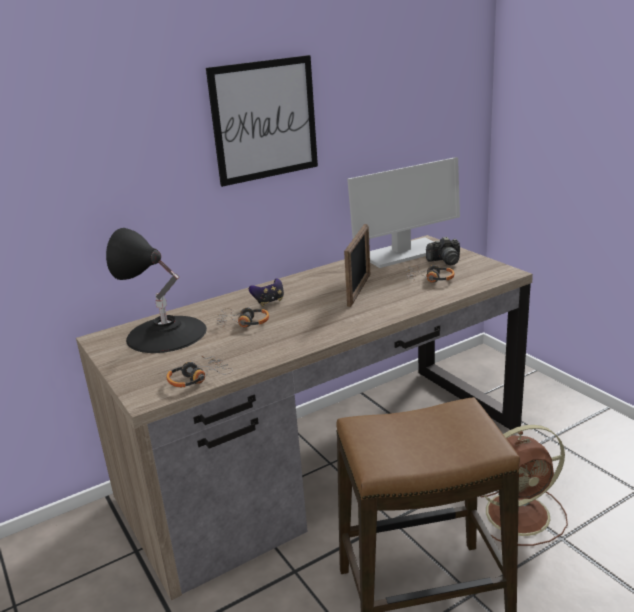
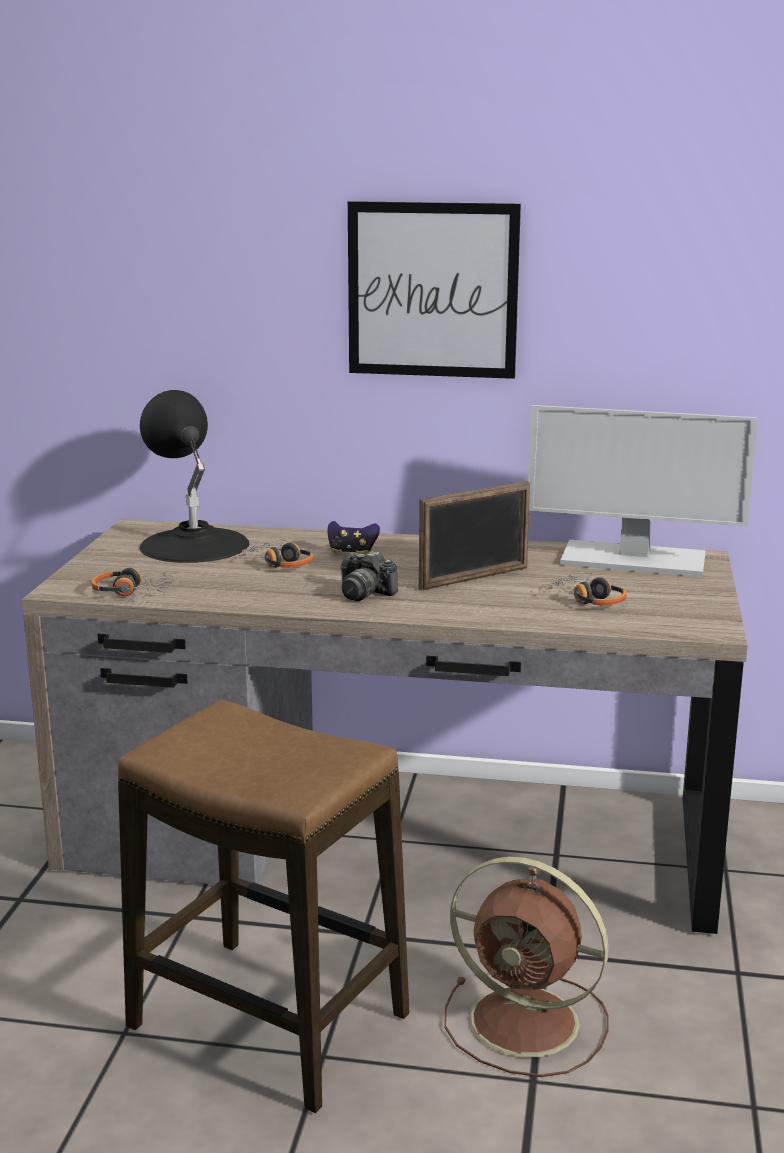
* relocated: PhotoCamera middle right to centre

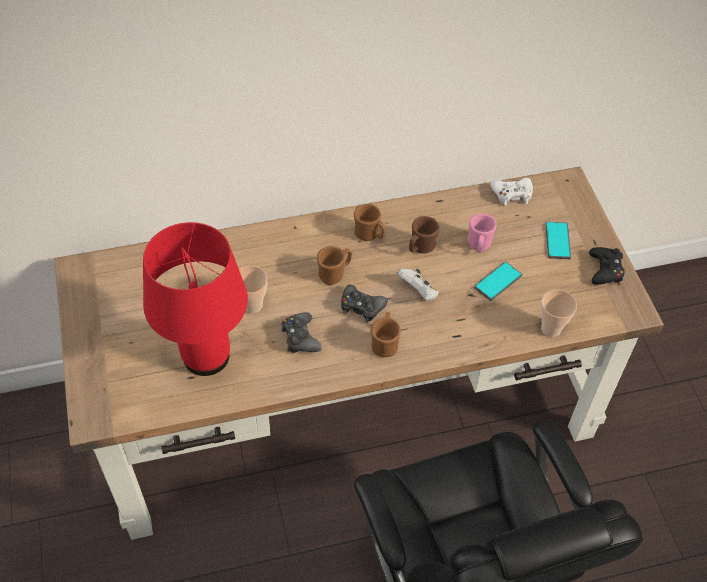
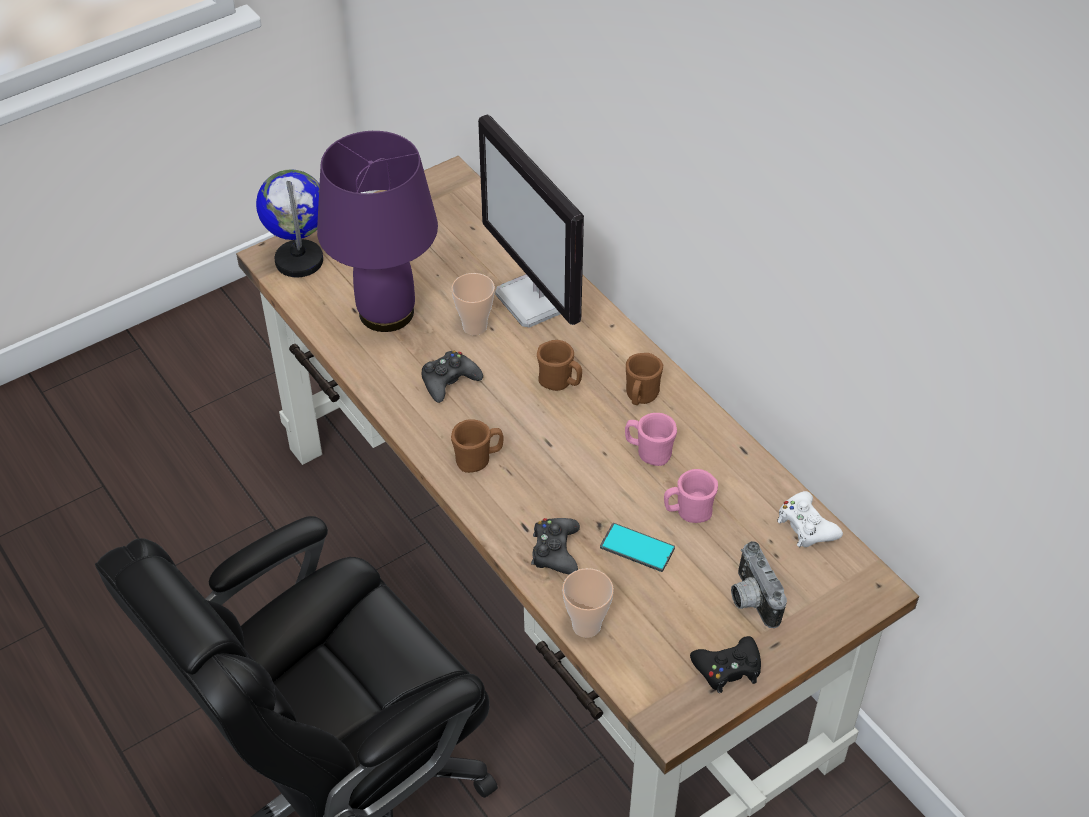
* appeared: Globe top left
* colour: RedTableLamp middle left to PurpleTableLamp top centre
* appeared: Monitor top centre
* relocated: BlackGameController (no. 2 from left) centre to bottom centre
* colour: BrownMug (no. 4 from left) centre to PinkMug (no. 1 from left) centre
* exchanged: Phone (no. 2 from left) middle right to PhotoCamera bottom right
* missing: WhiteGameController (no. 1 from left) centre

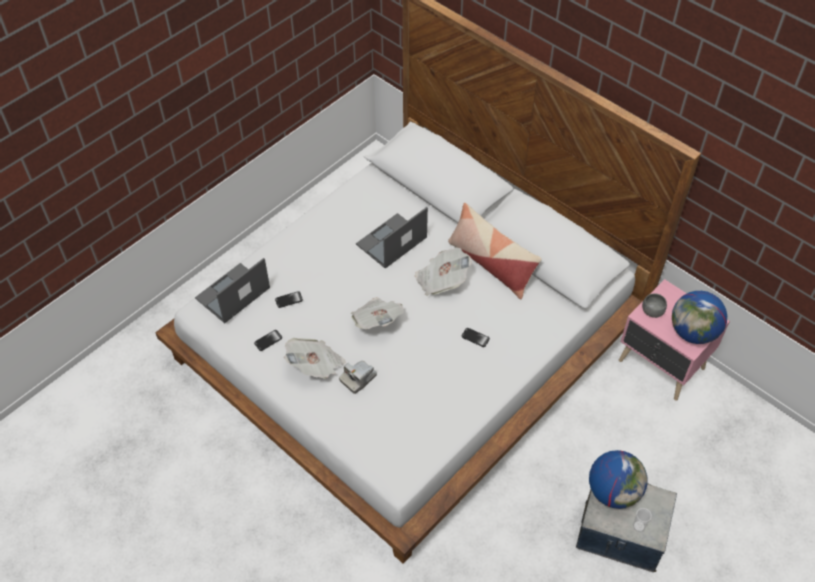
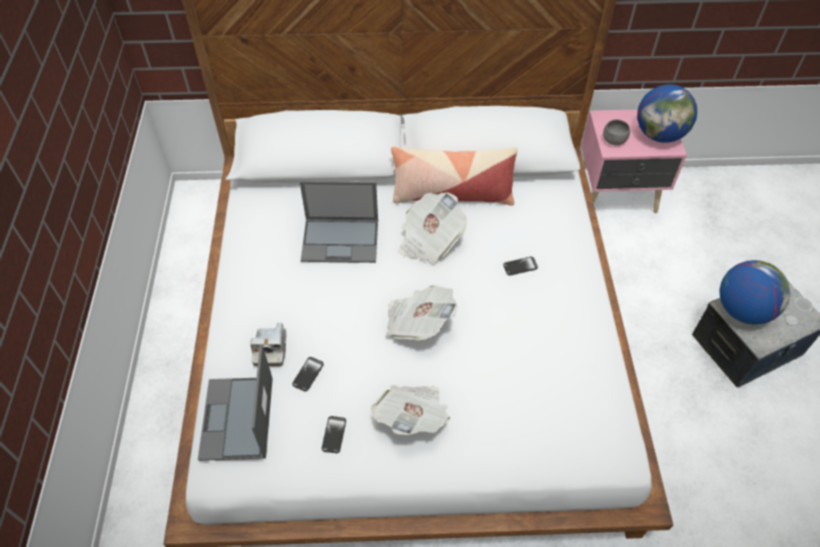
* relocated: PhotoCamera centre to middle left
* spun: Laptop (no. 2 from left) centre = centre 90 degrees counterclockwise

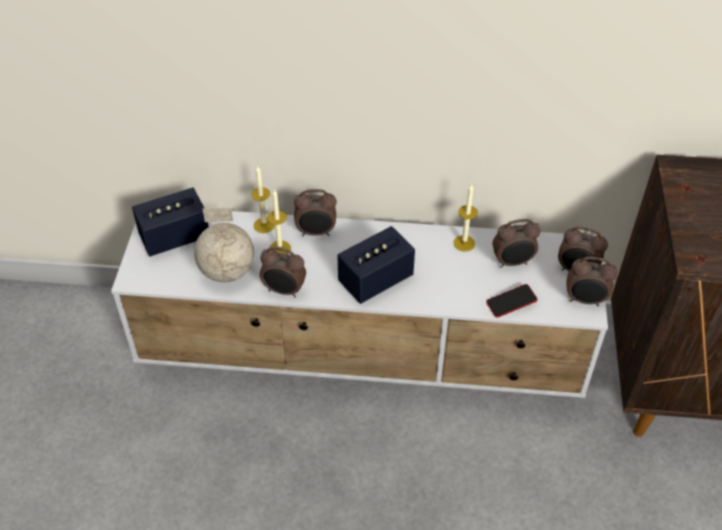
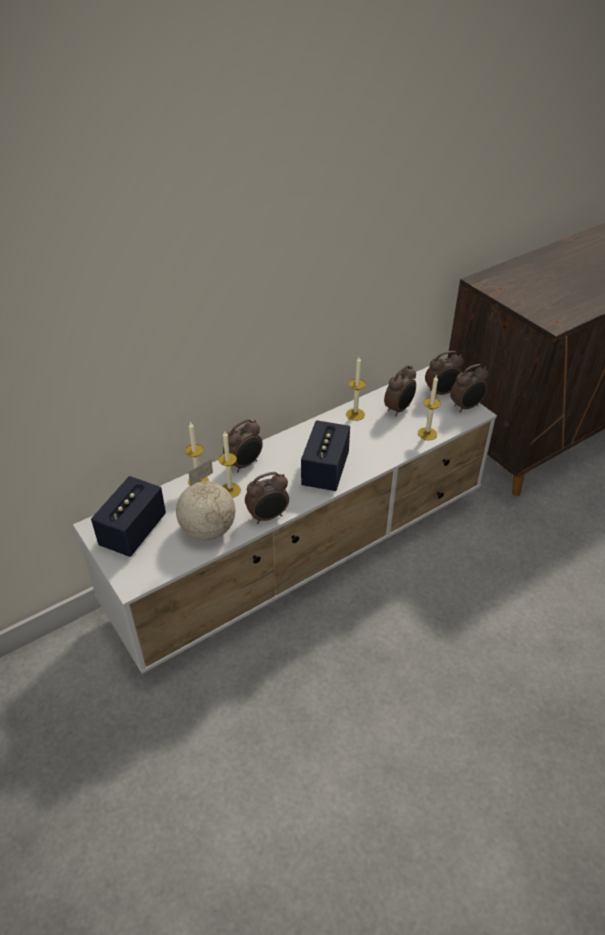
* exchanged: Phone middle right to Candle (no. 4 from left) middle right

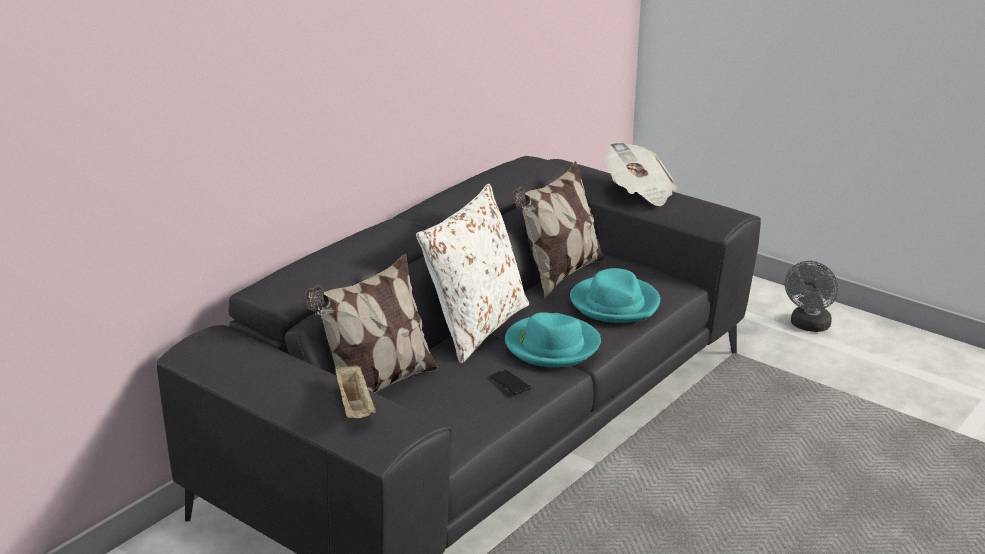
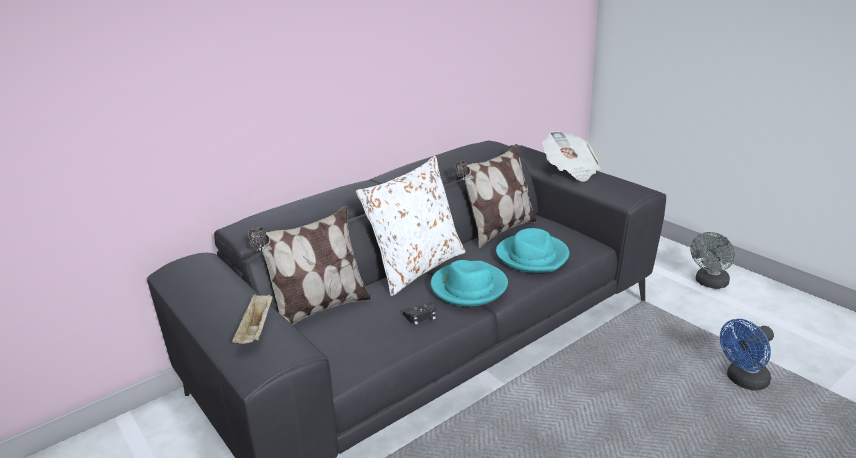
* exchanged: Phone bottom centre to BlackGameController bottom centre
* appeared: BlueFan bottom right

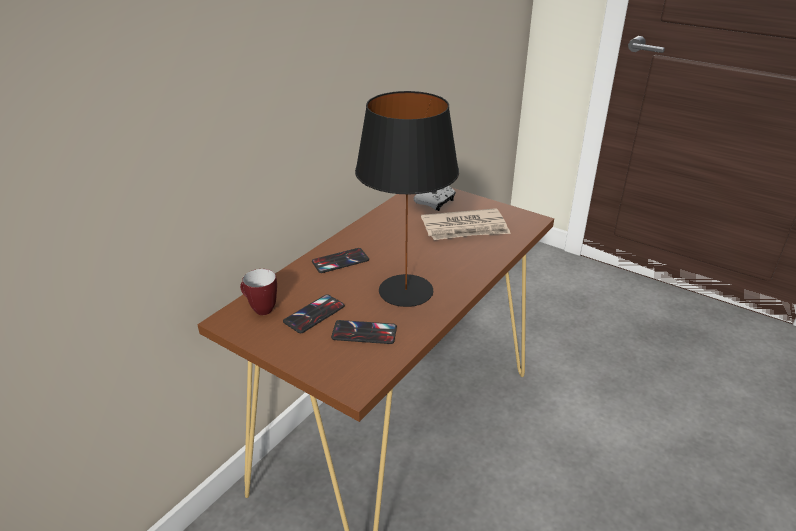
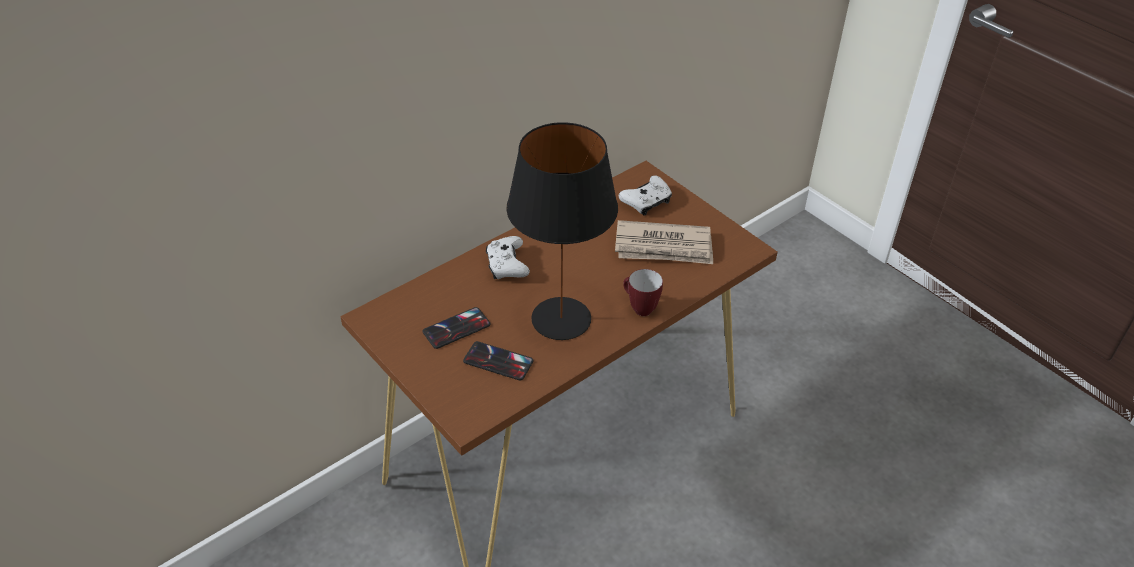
* exchanged: Phone (no. 2 from left) centre to WhiteGameController (no. 1 from left) centre
* relocated: Mug middle left to centre

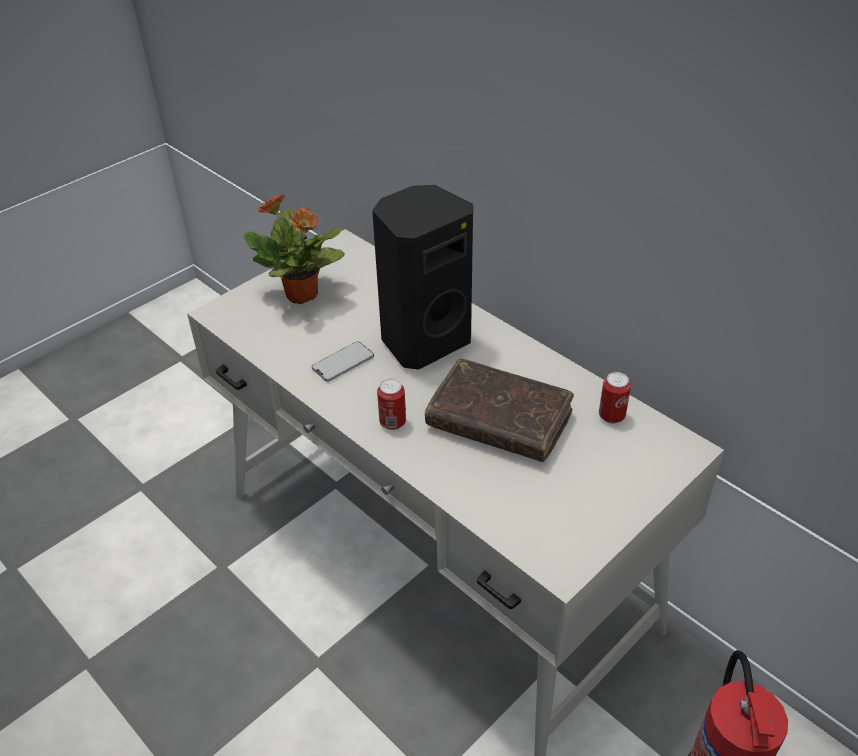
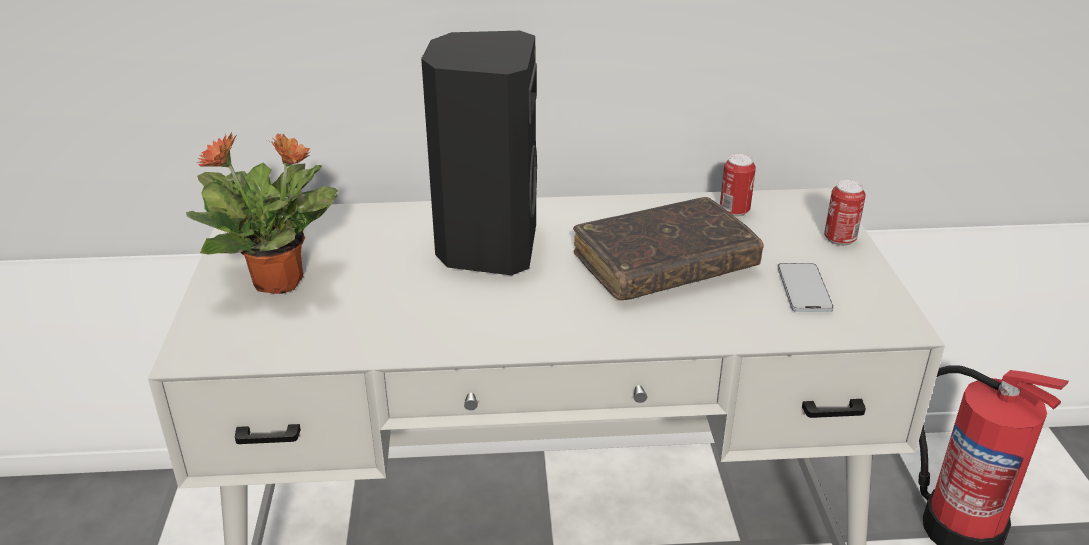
* relocated: Phone centre to middle right
* relocated: Can (no. 1 from left in the first image) centre to Can (no. 2 from left) middle right

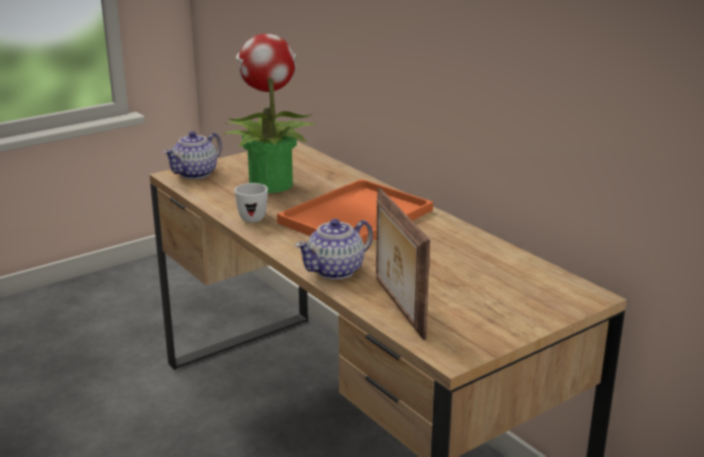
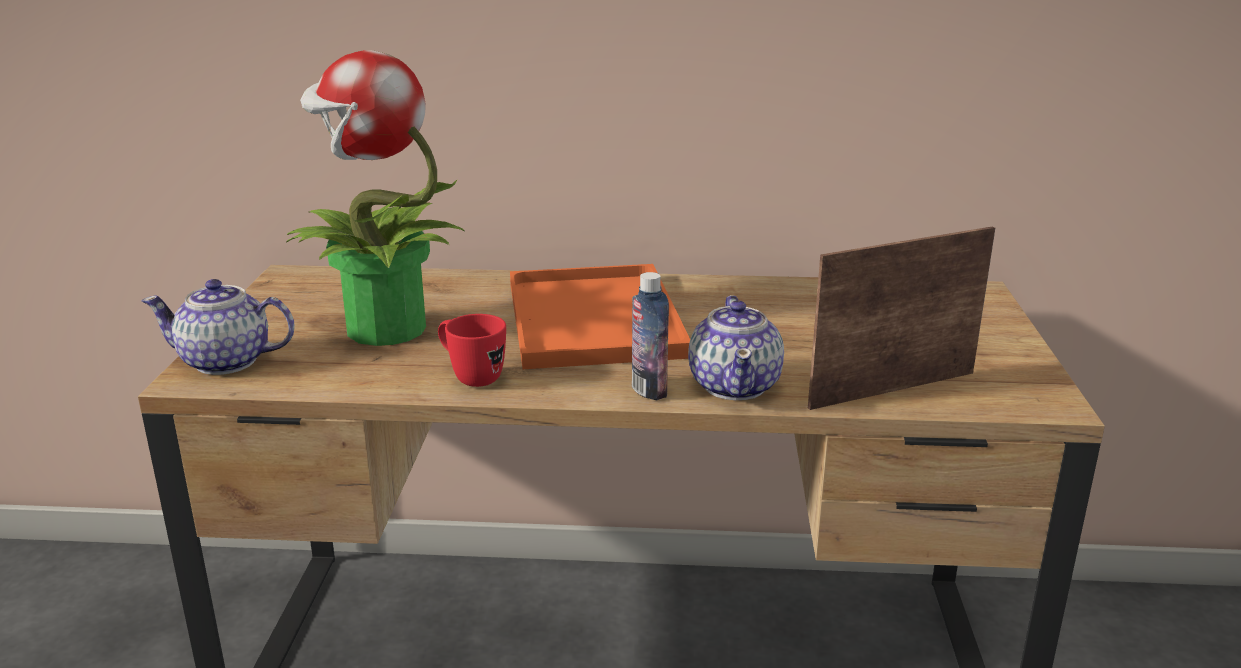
* spun: Teapot (no. 1 from left) middle left = middle left 105 degrees clockwise
* colour: WhiteMug centre to RedMug centre
* appeared: Bottle centre
* spun: PictureFrame centre = middle right 135 degrees clockwise

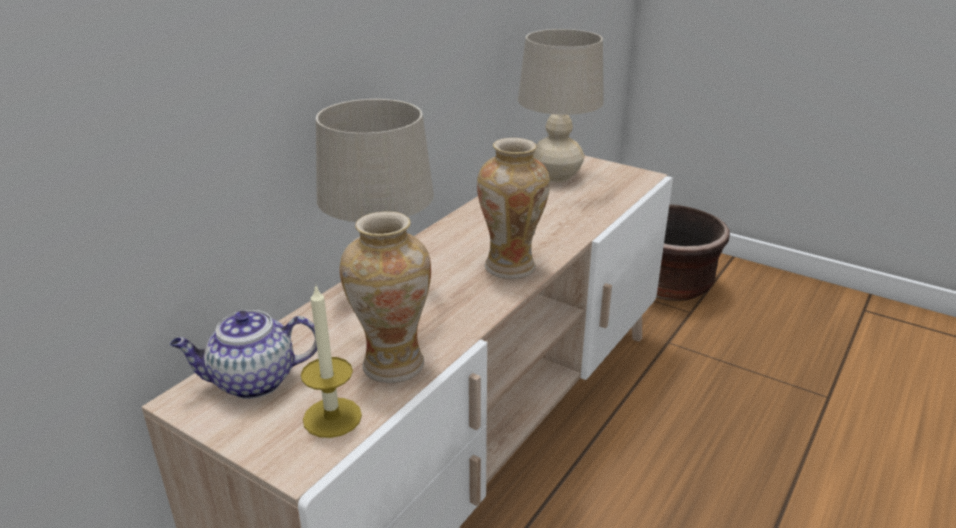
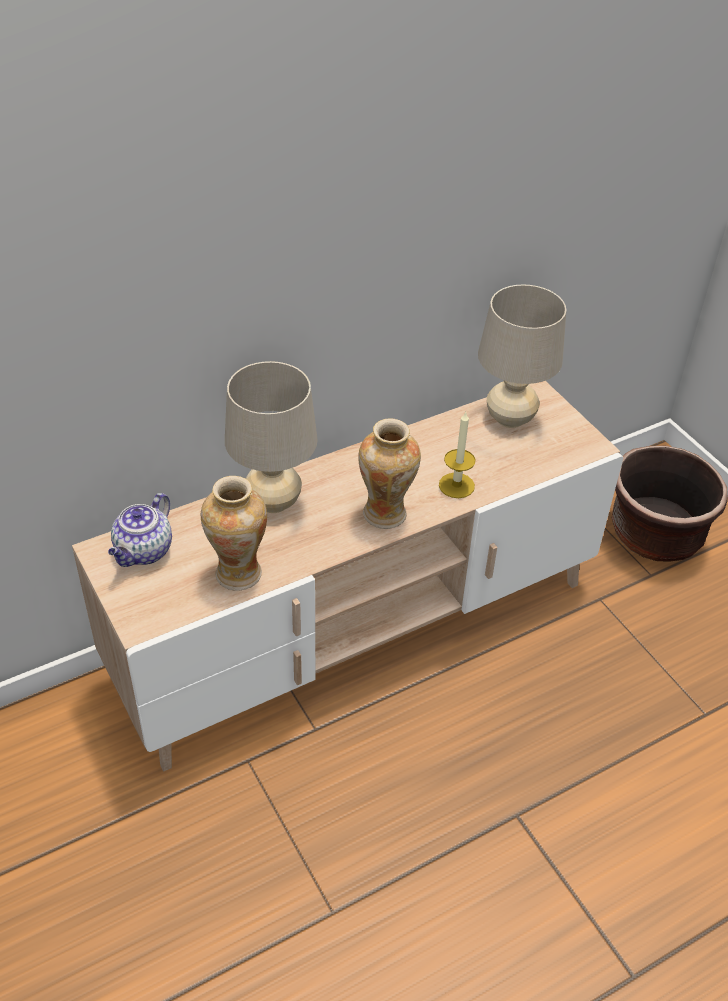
* spun: Teapot bottom left = middle left 75 degrees counterclockwise
* relocated: Candle bottom centre to centre

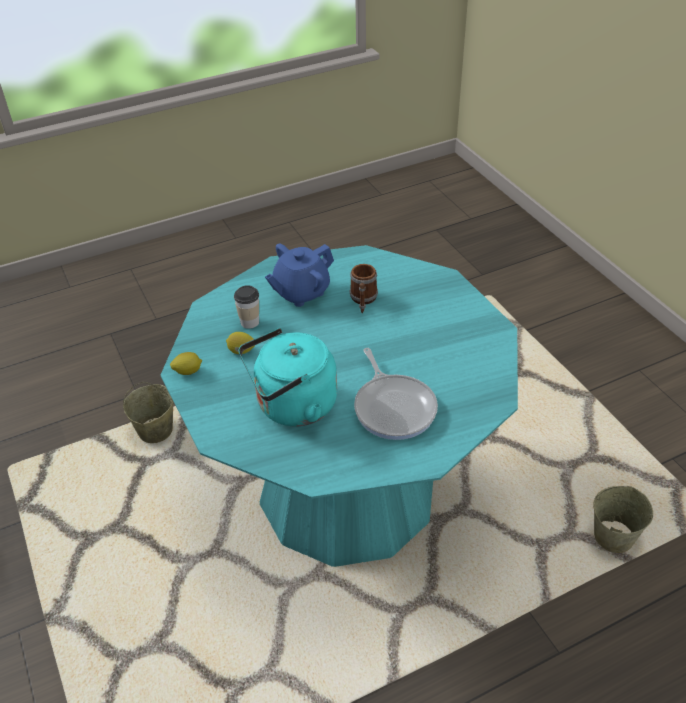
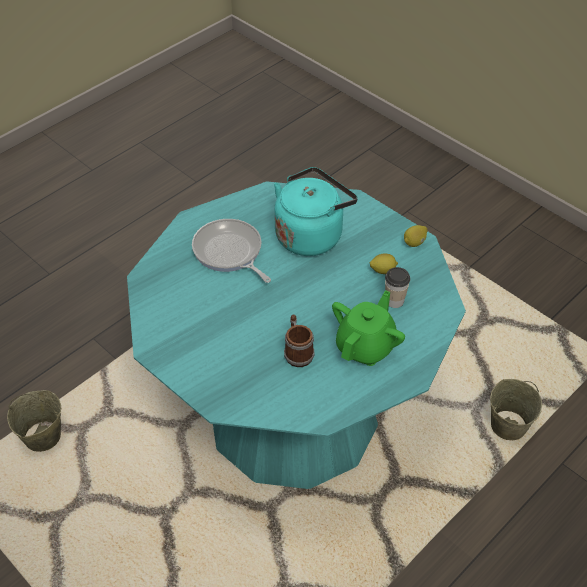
* colour: BlueTeapot centre to GreenTeapot centre

